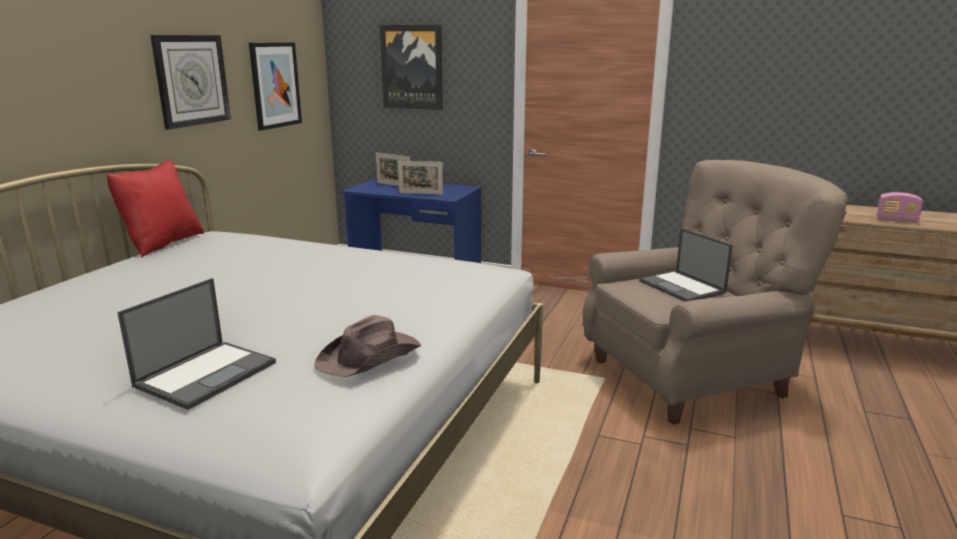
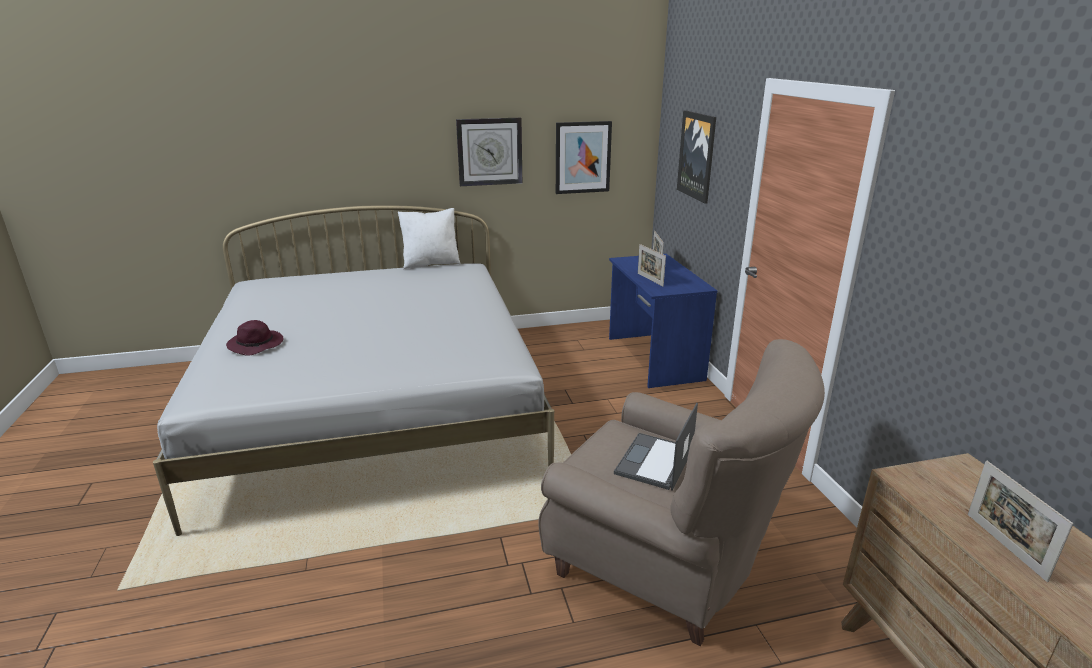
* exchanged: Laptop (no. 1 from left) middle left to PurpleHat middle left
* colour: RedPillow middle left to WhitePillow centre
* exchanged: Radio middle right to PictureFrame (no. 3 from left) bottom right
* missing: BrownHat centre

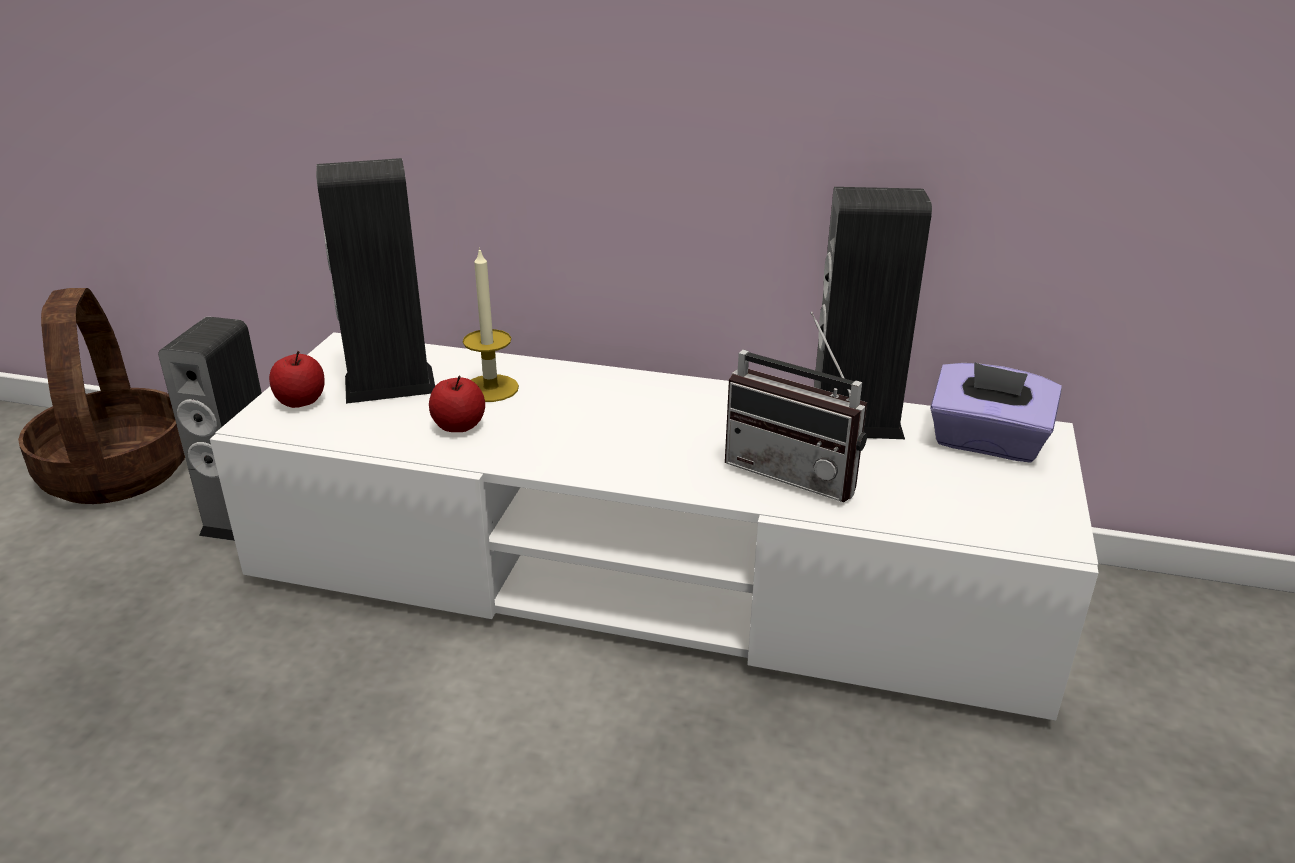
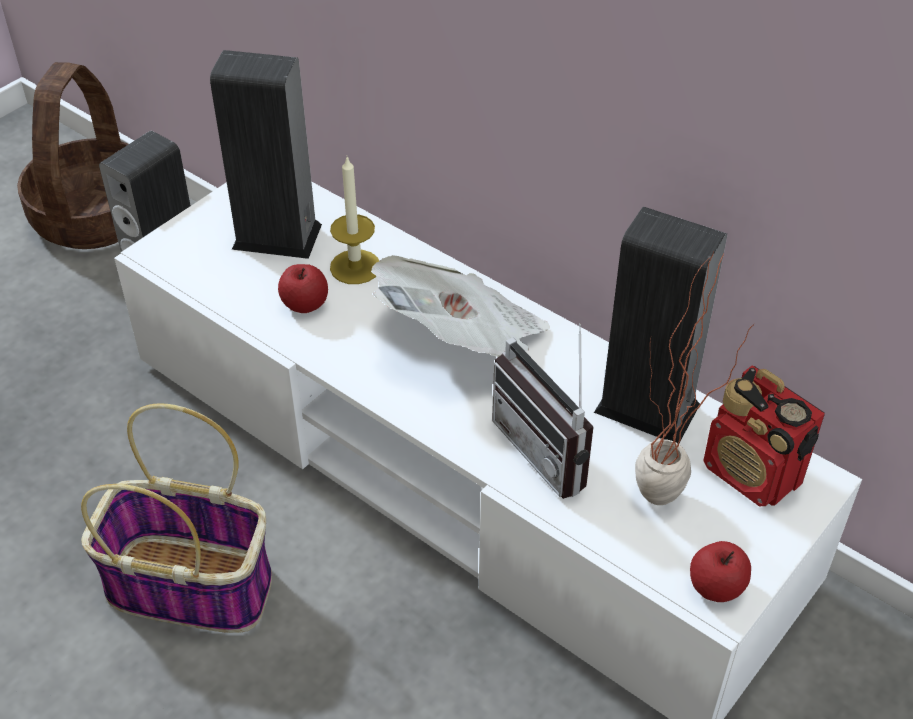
* appeared: Basket (no. 2 from left) bottom left
* appeared: Newspaper centre
* appeared: PottedPlant middle right
* relocated: Apple (no. 1 from left in the first image) middle left to Apple (no. 2 from left) bottom right
* exchanged: PurpleTissueBox middle right to Radio (no. 2 from left) middle right

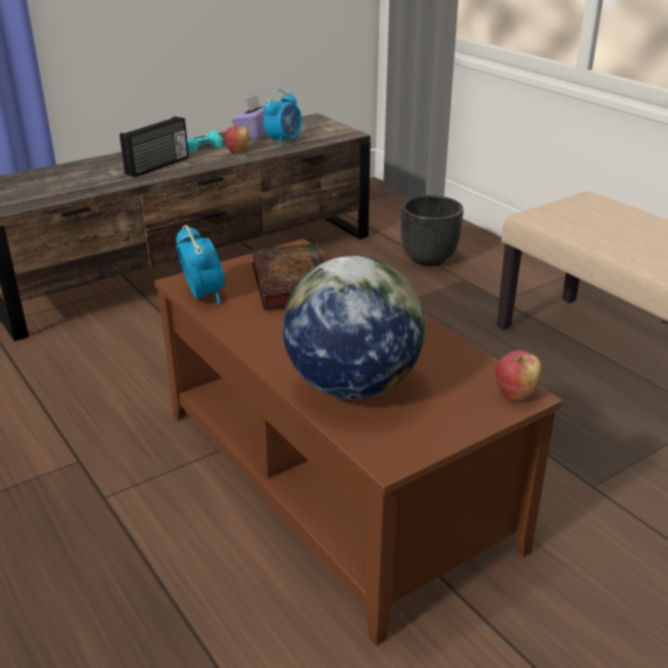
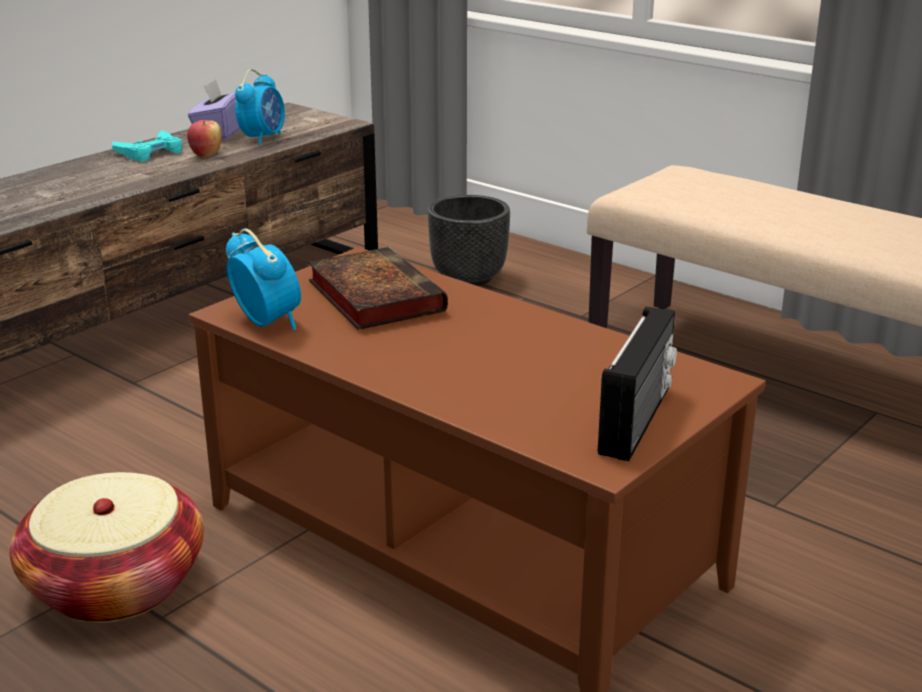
* appeared: Basket bottom left
* relocated: Radio top left to middle right
* missing: Globe centre
* missing: Apple (no. 2 from left) middle right

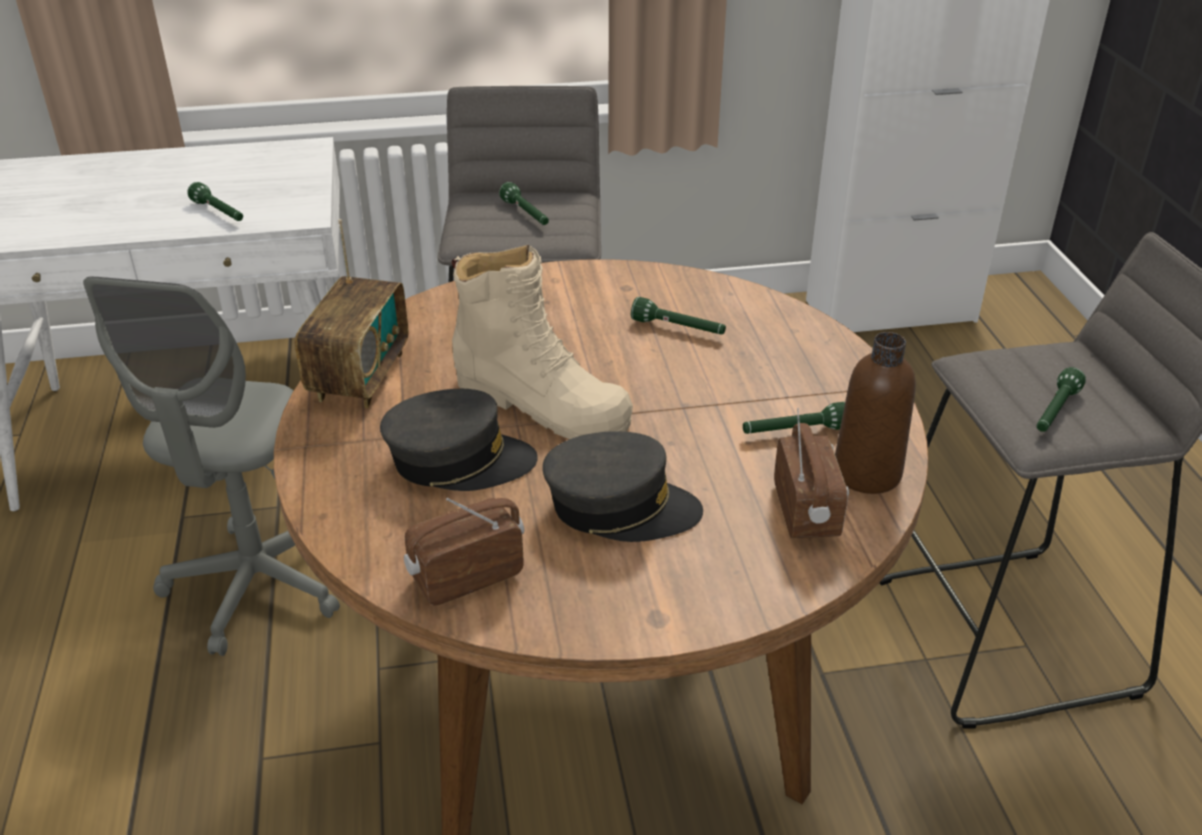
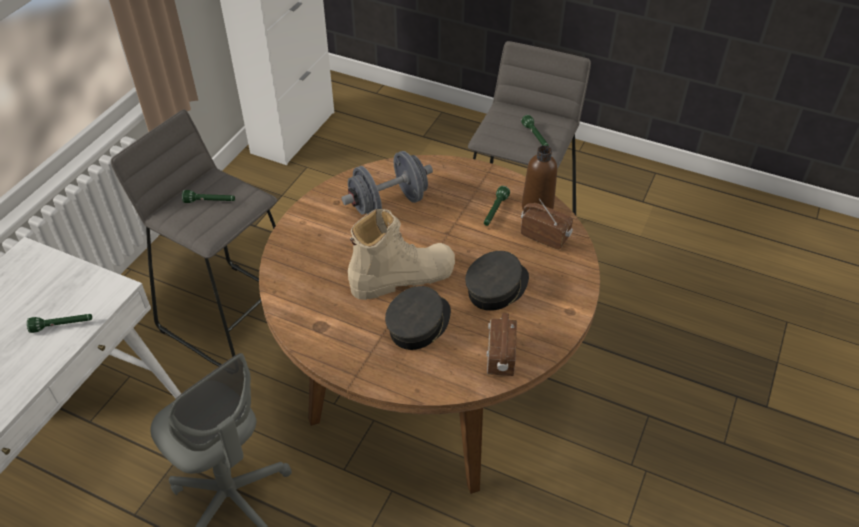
* exchanged: GreenFlashlight (no. 3 from left) centre to GreyDumbbell centre
* missing: Radio (no. 1 from left) middle left

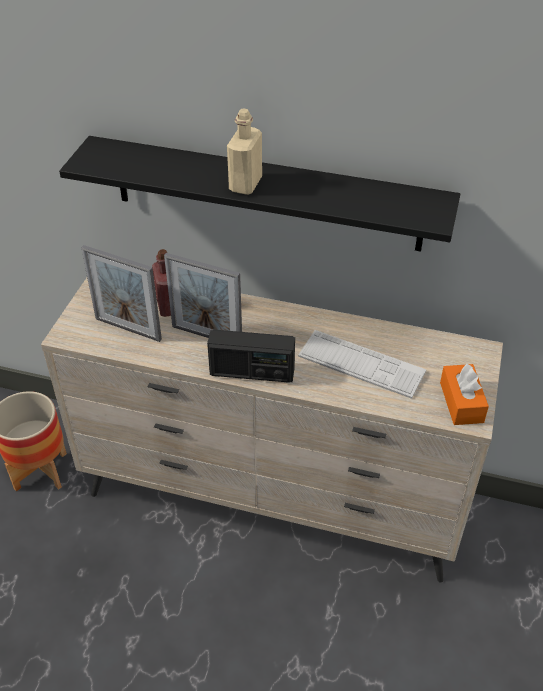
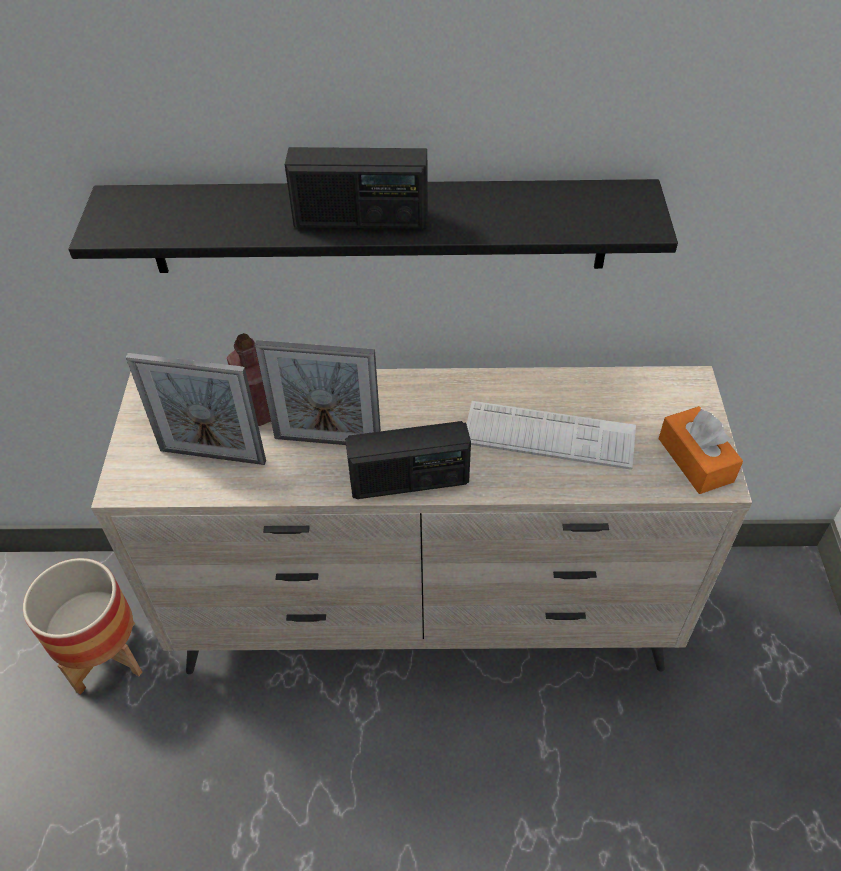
* exchanged: BeigeBottle top centre to Radio (no. 1 from left) top centre

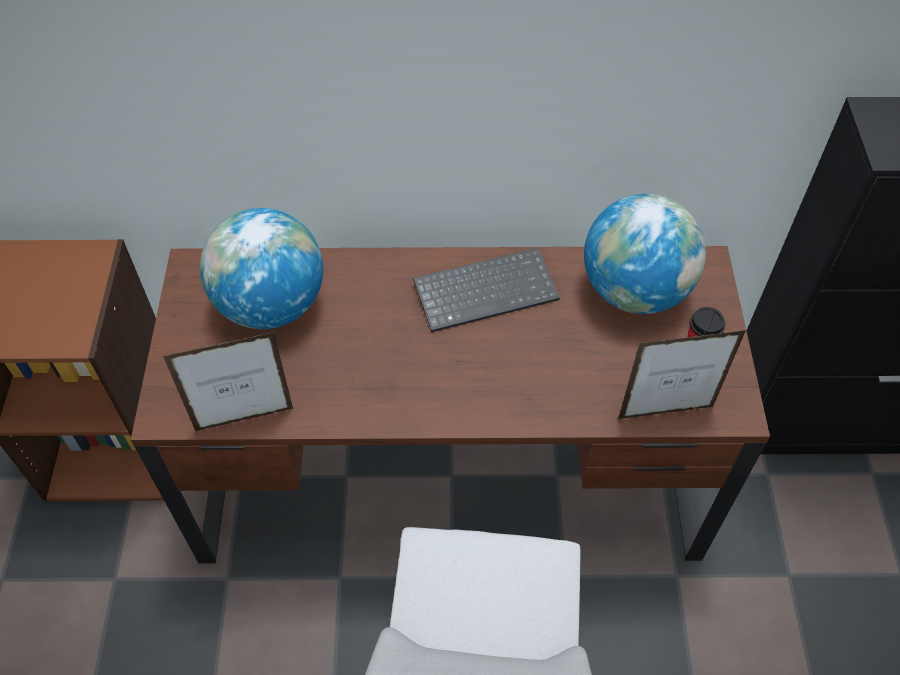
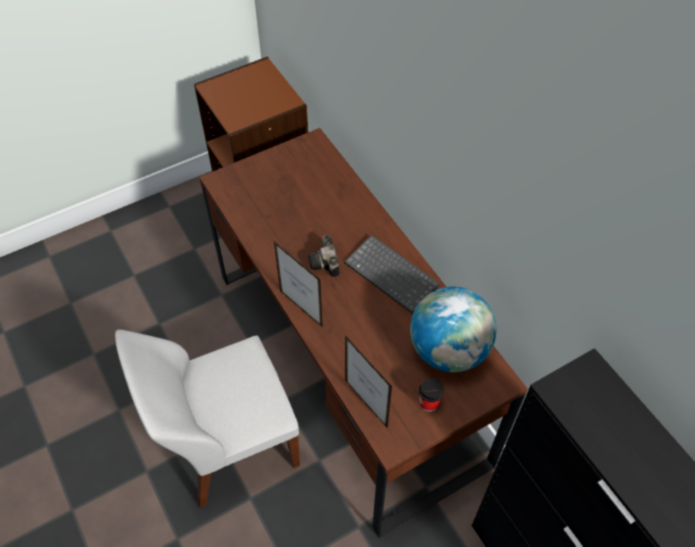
* relocated: PictureFrame (no. 1 from left) middle left to centre
* appeared: PhotoCamera centre
* missing: Globe (no. 1 from left) middle left

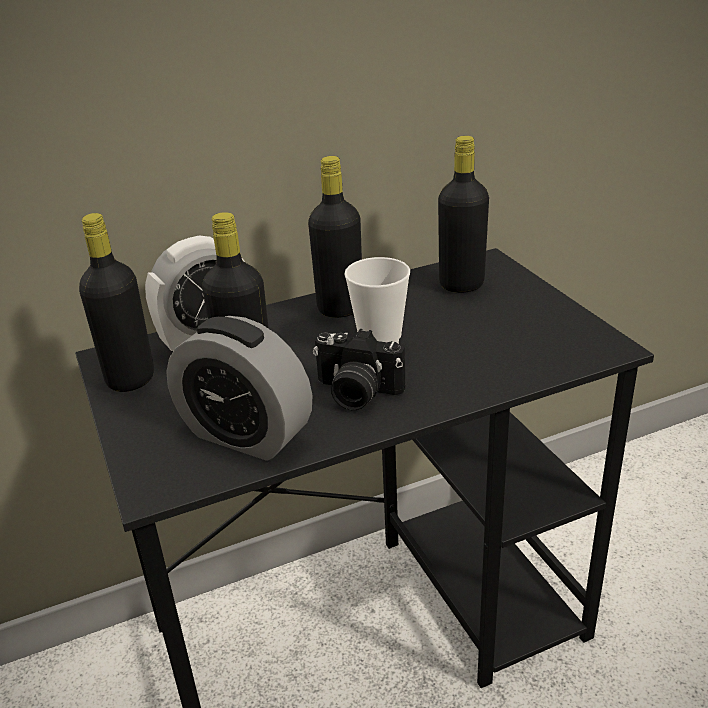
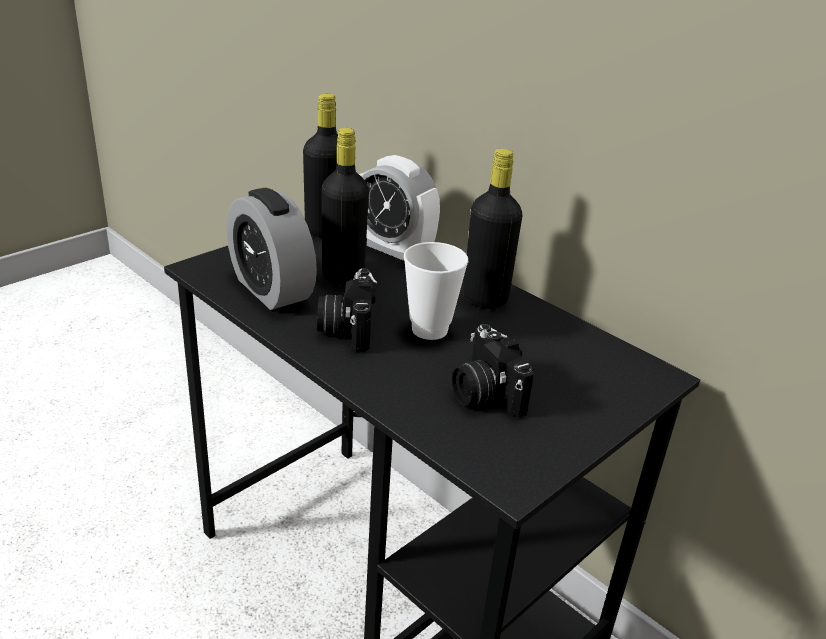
* spun: AlarmClock (no. 2 from left in the first image) centre = middle left 45 degrees counterclockwise
* appeared: PhotoCamera (no. 2 from left) centre
* missing: BlackBottle (no. 4 from left) top centre

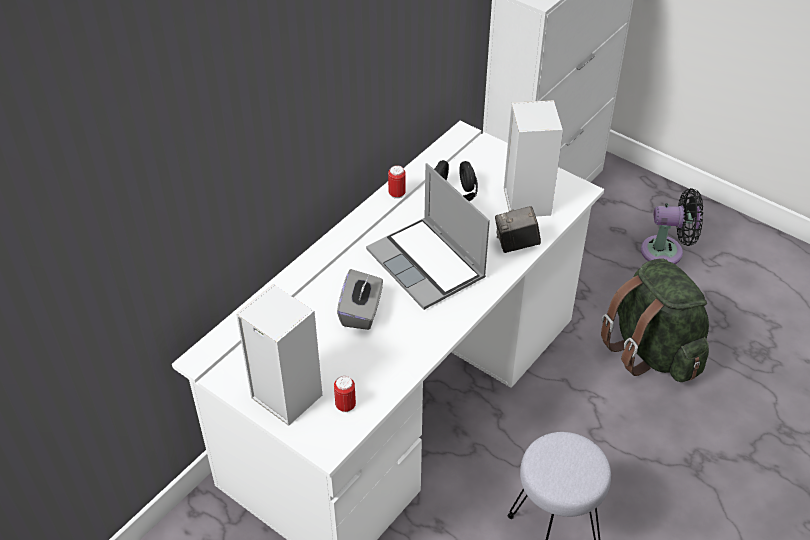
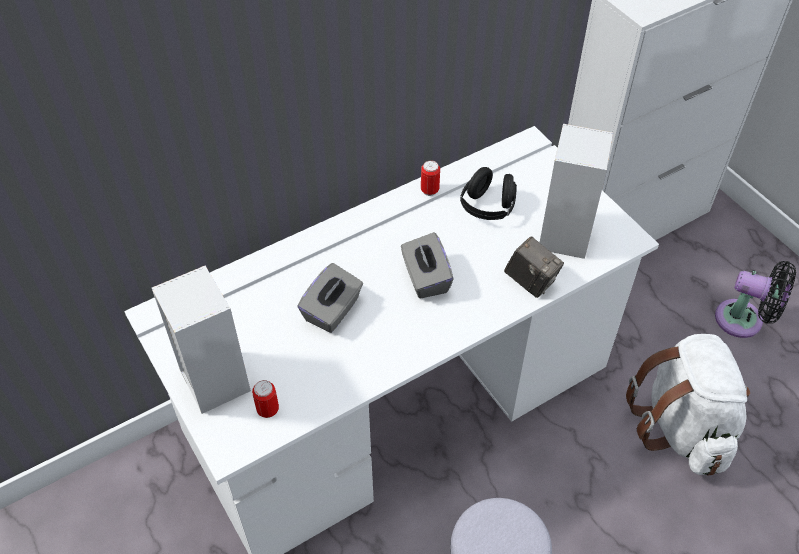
* exchanged: Laptop centre to GreyTissueBox (no. 2 from left) centre
* spun: PhotoCamera centre = middle right 150 degrees counterclockwise
* colour: GreenBackpack middle right to WhiteBackpack bottom right

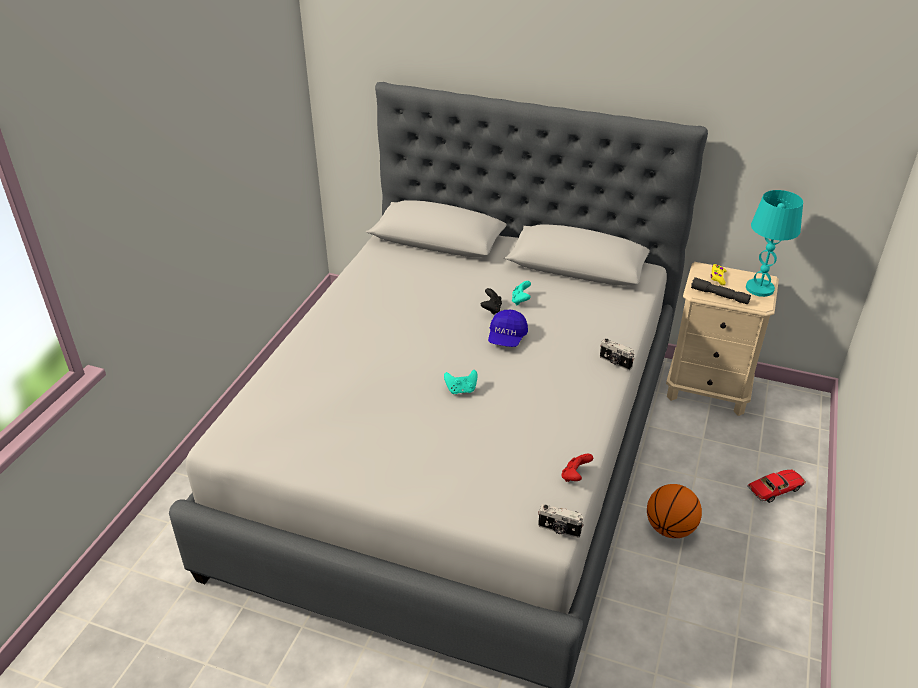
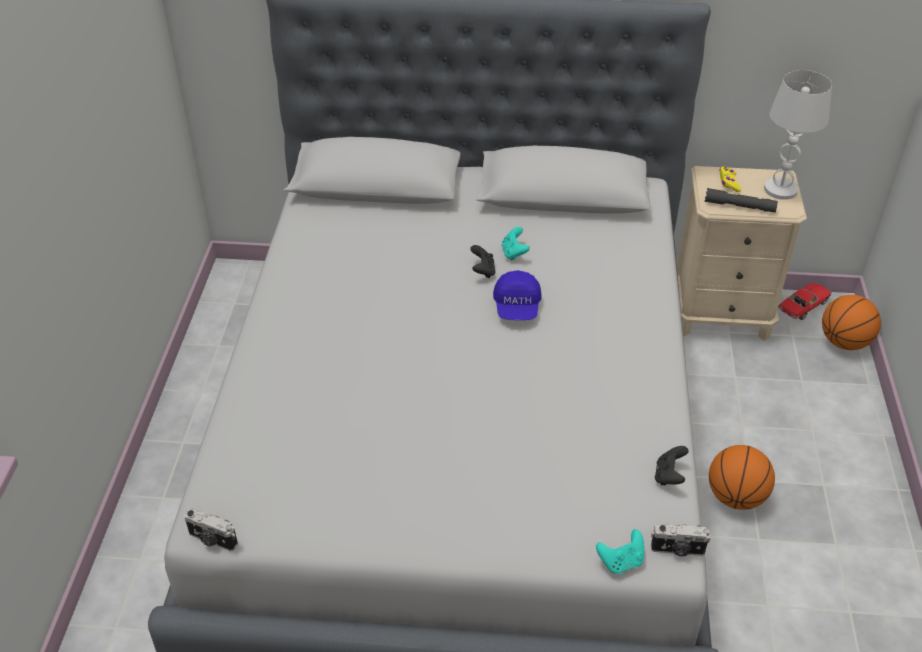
* relocated: PhotoCamera (no. 2 from left in the first image) middle right to PhotoCamera (no. 1 from left) bottom left
* relocated: TurquoiseGameController (no. 1 from left in the first image) centre to TurquoiseGameController (no. 2 from left) bottom right
* colour: RedGameController bottom centre to BlackGameController (no. 2 from left) bottom right
* colour: TurquoiseTableLamp middle right to WhiteTableLamp top right
* relocated: ToyCar bottom right to middle right
* appeared: Basketball (no. 2 from left) middle right

